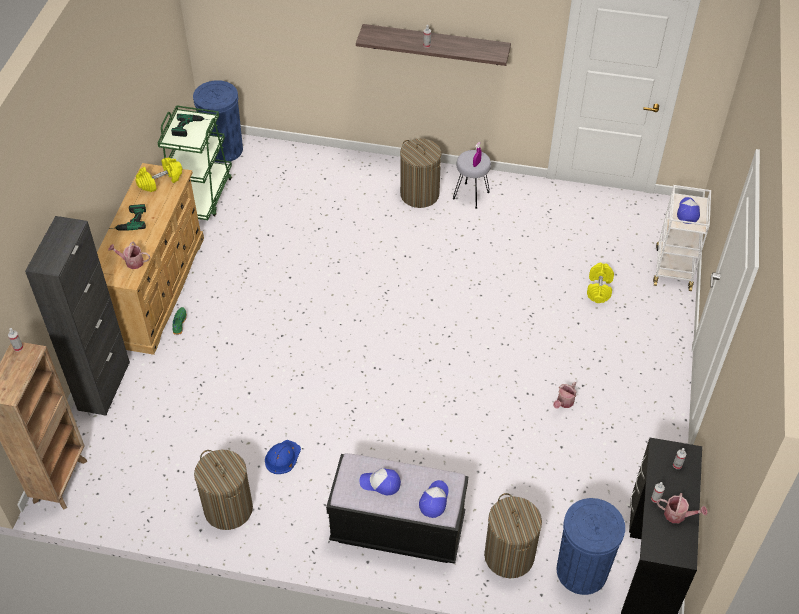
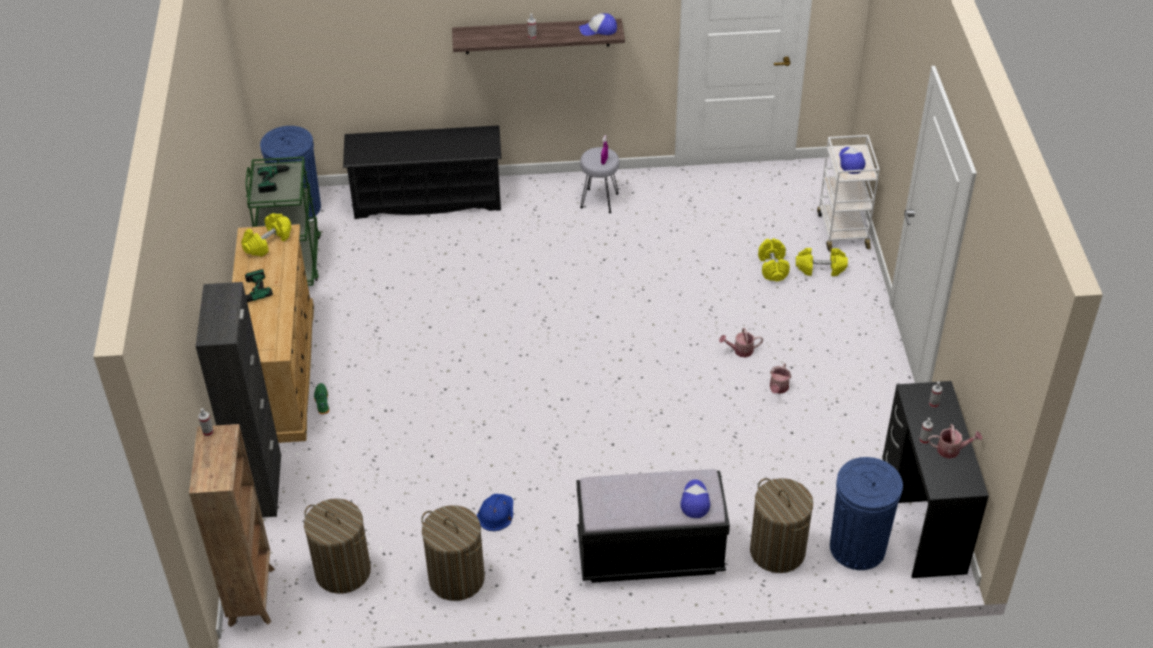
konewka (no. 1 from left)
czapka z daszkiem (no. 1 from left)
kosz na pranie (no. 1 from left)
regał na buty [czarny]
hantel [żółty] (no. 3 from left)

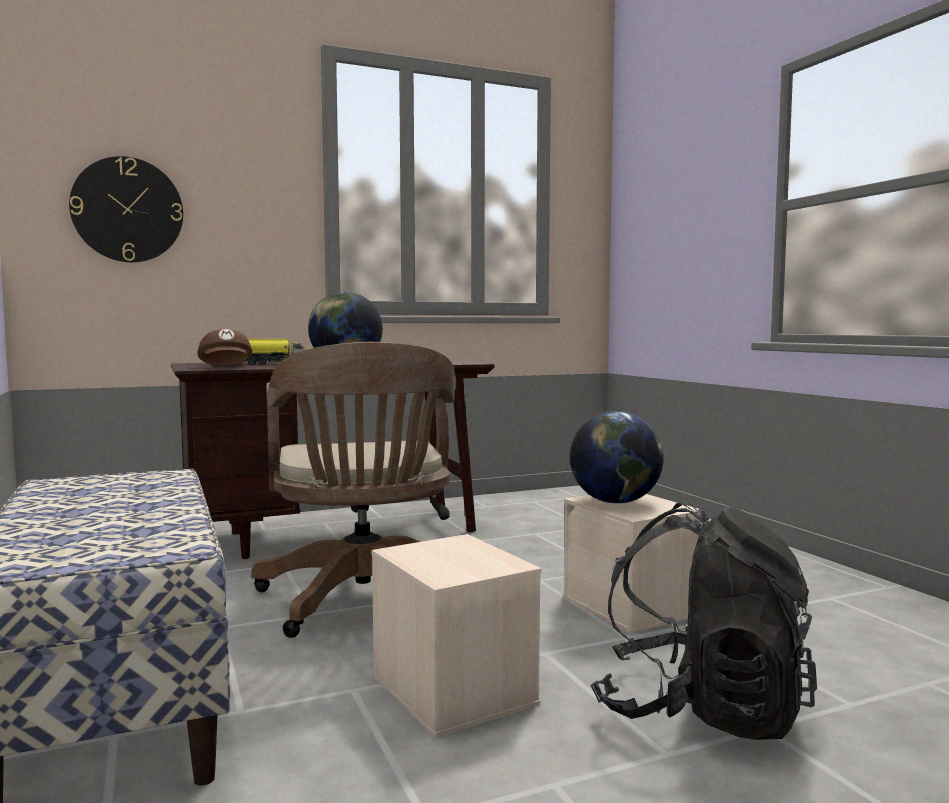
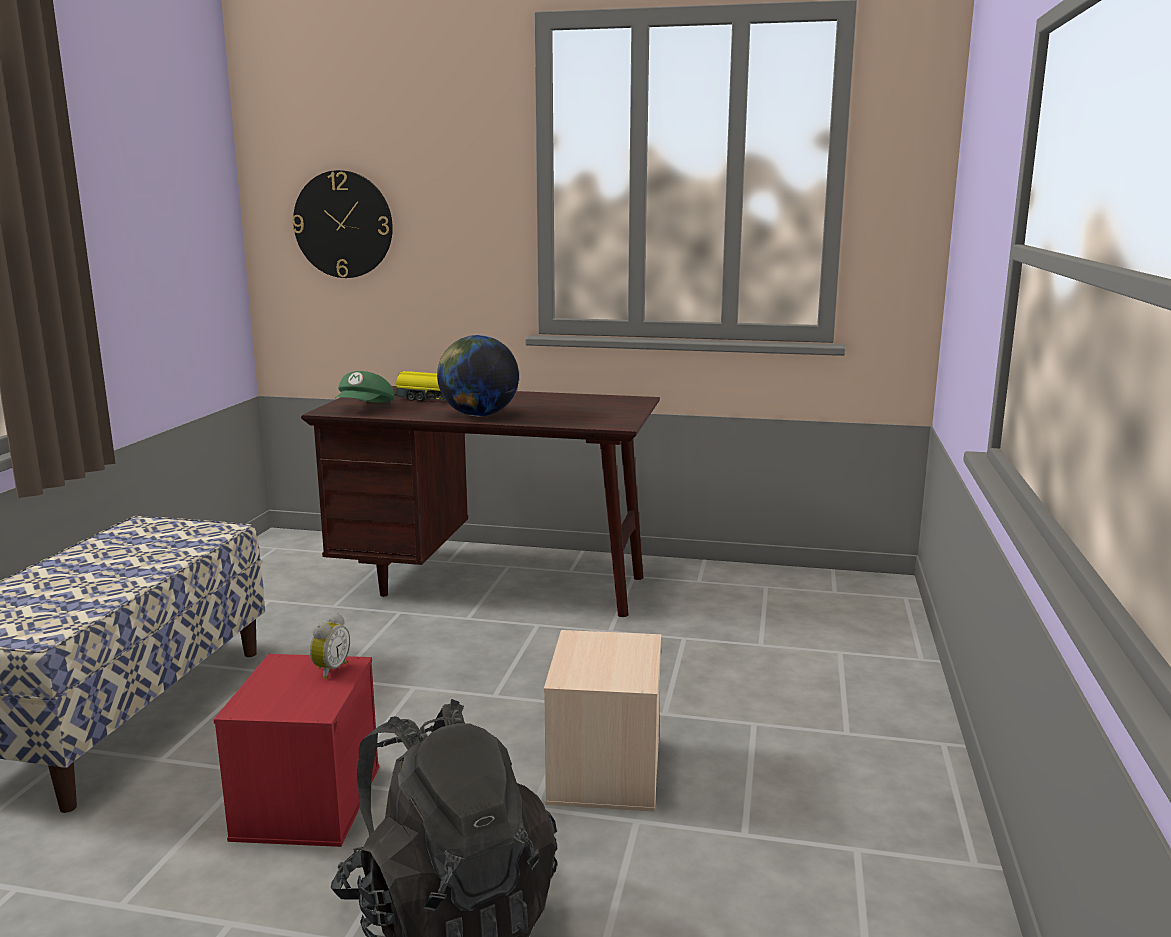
czapka z daszkiem [zielony]
krzesło biurowe [brązowy]
pojemnik do przechowywania [czerwony]
globus (no. 2 from left in the first image)
budzik

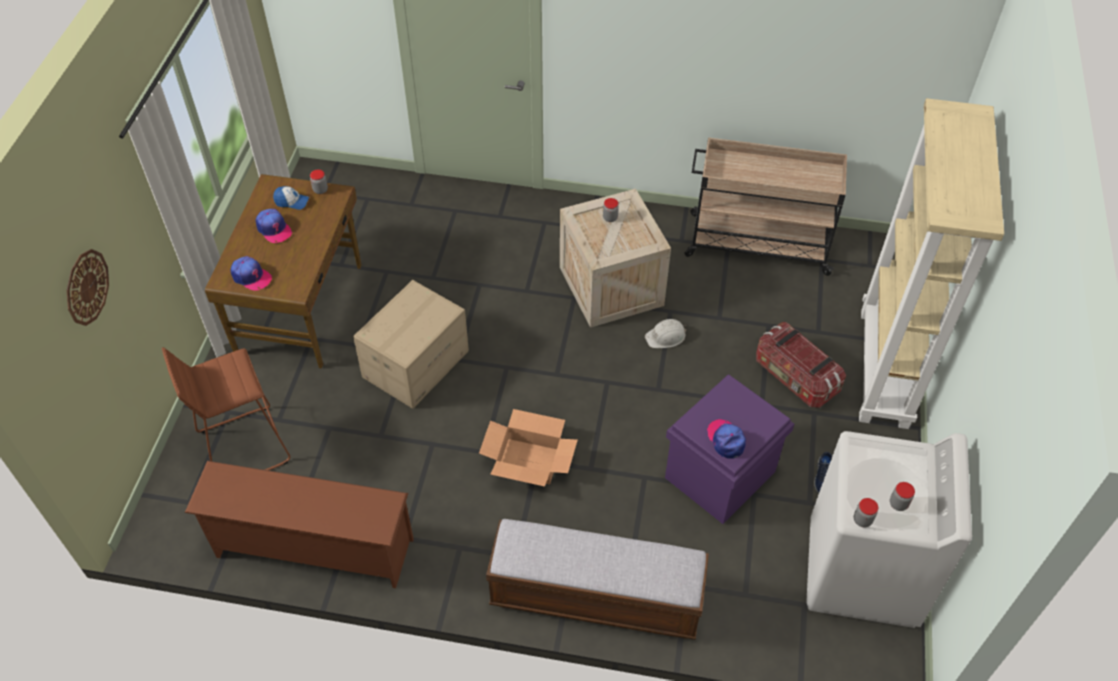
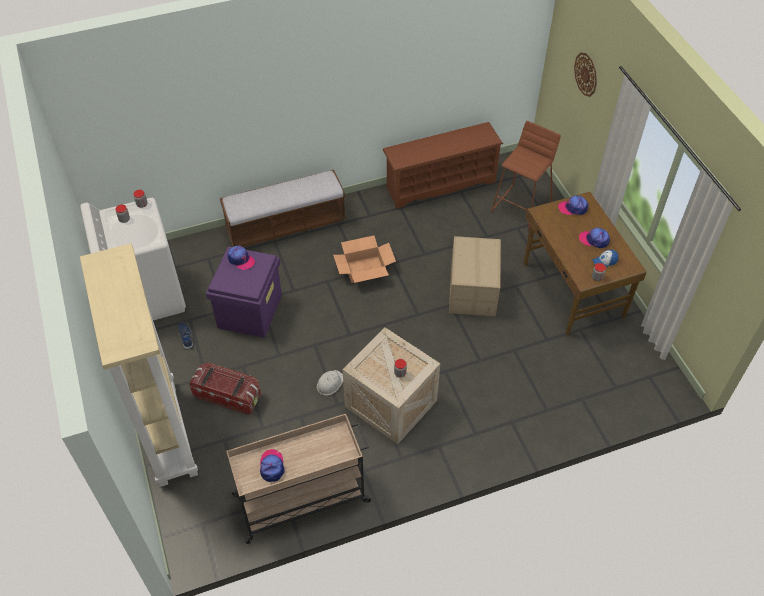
czapka z daszkiem (no. 2 from left)

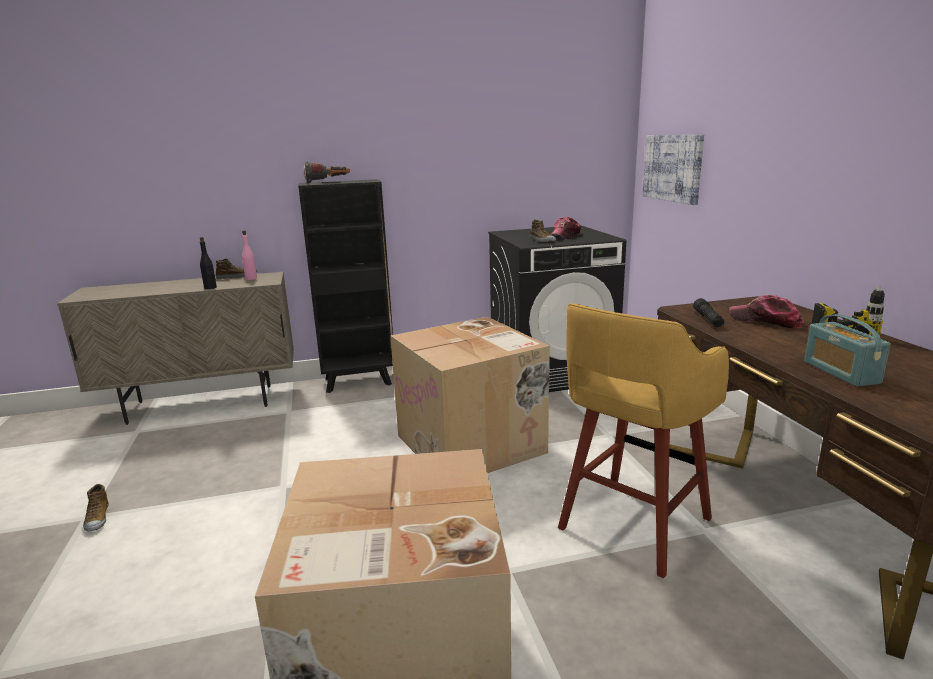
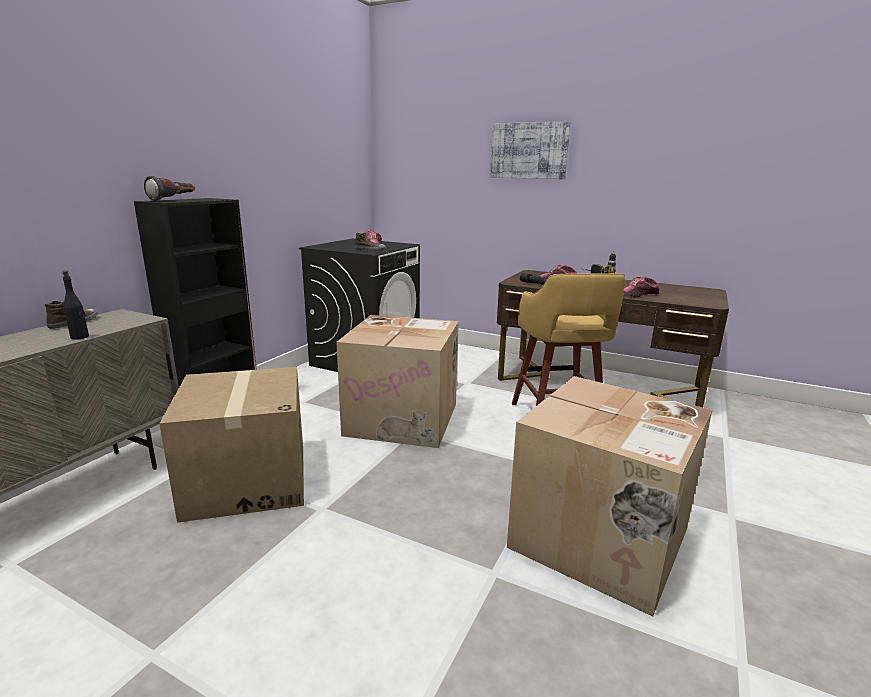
but (no. 1 from left in the first image)
butelka [różowy]
obraz
czapka z daszkiem (no. 3 from left)
karton (no. 1 from left)

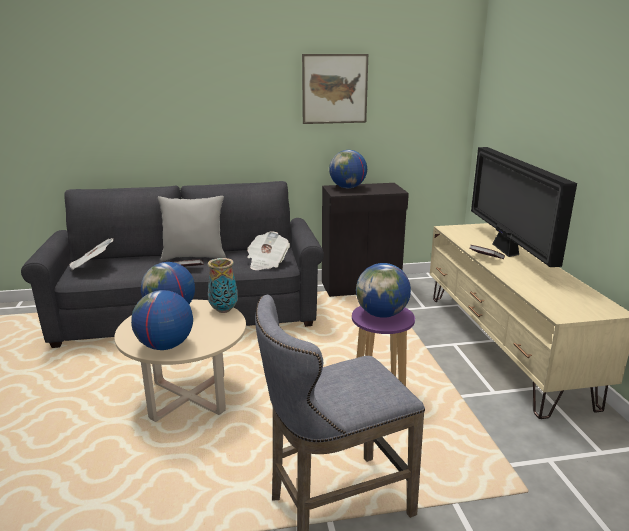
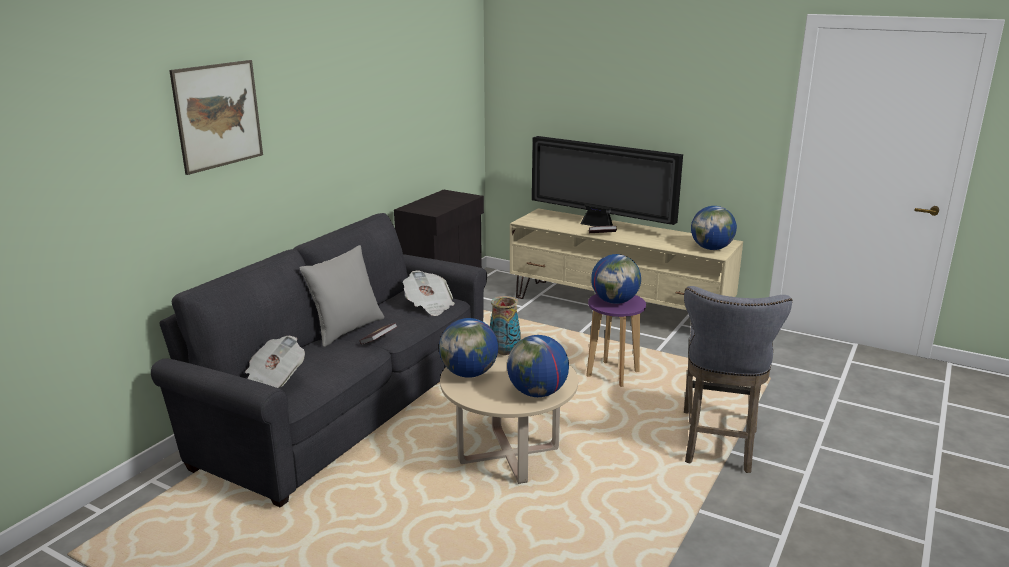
obraz
globus (no. 4 from left)

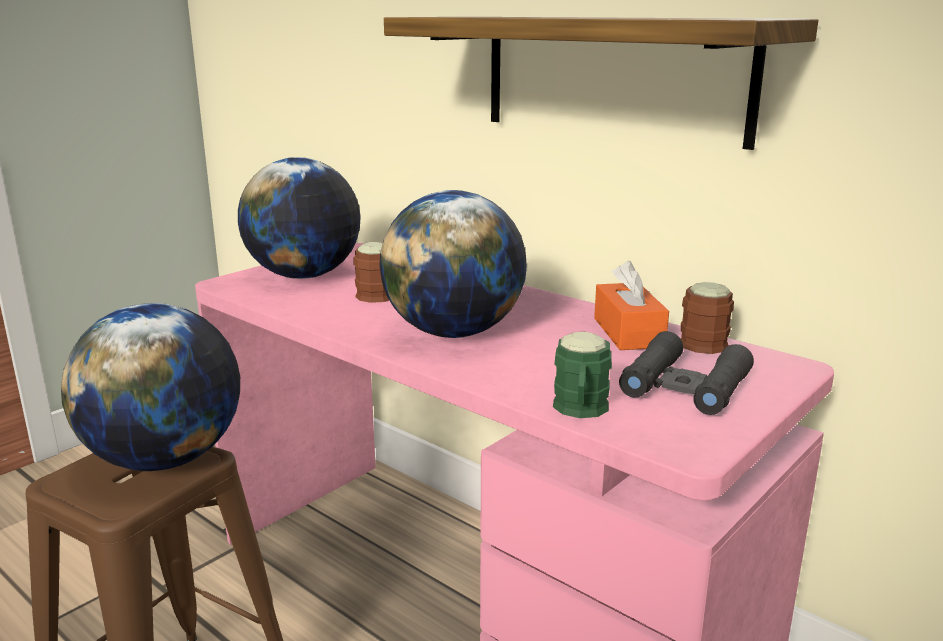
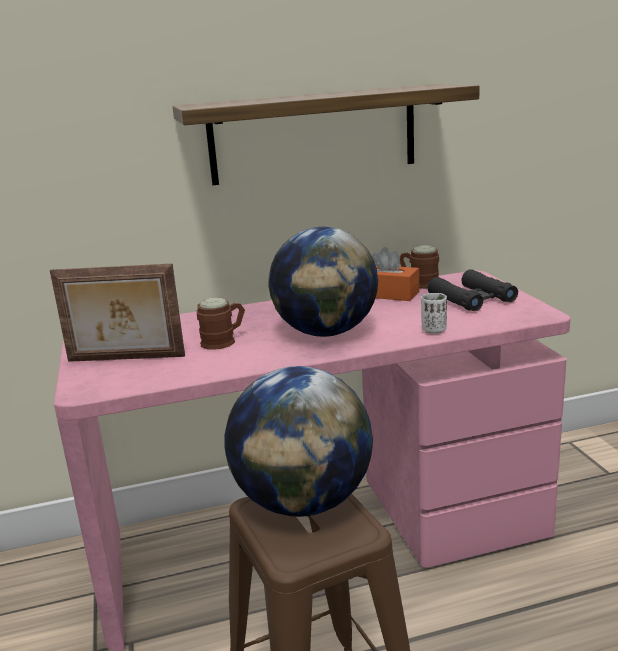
ramka na zdjęcie
kubek [zielony]
filiżanka [biały]

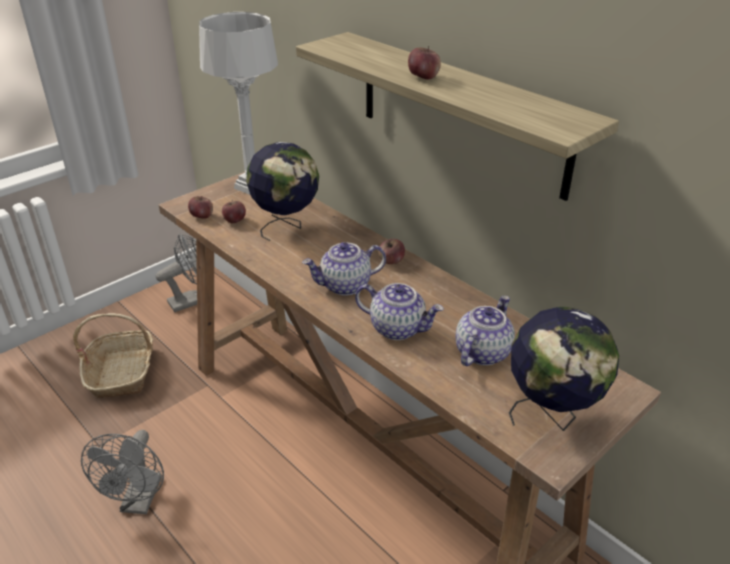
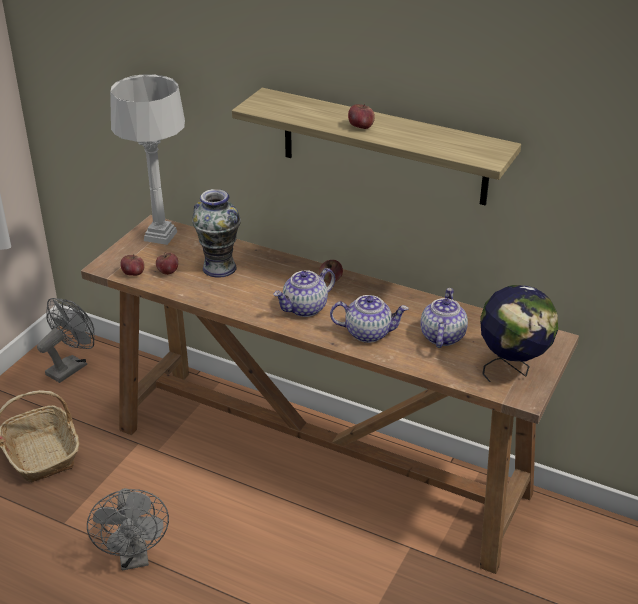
wazon

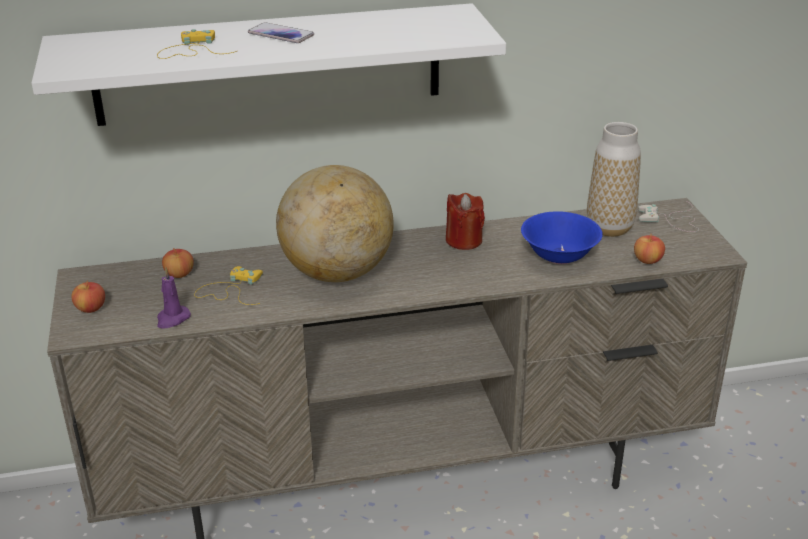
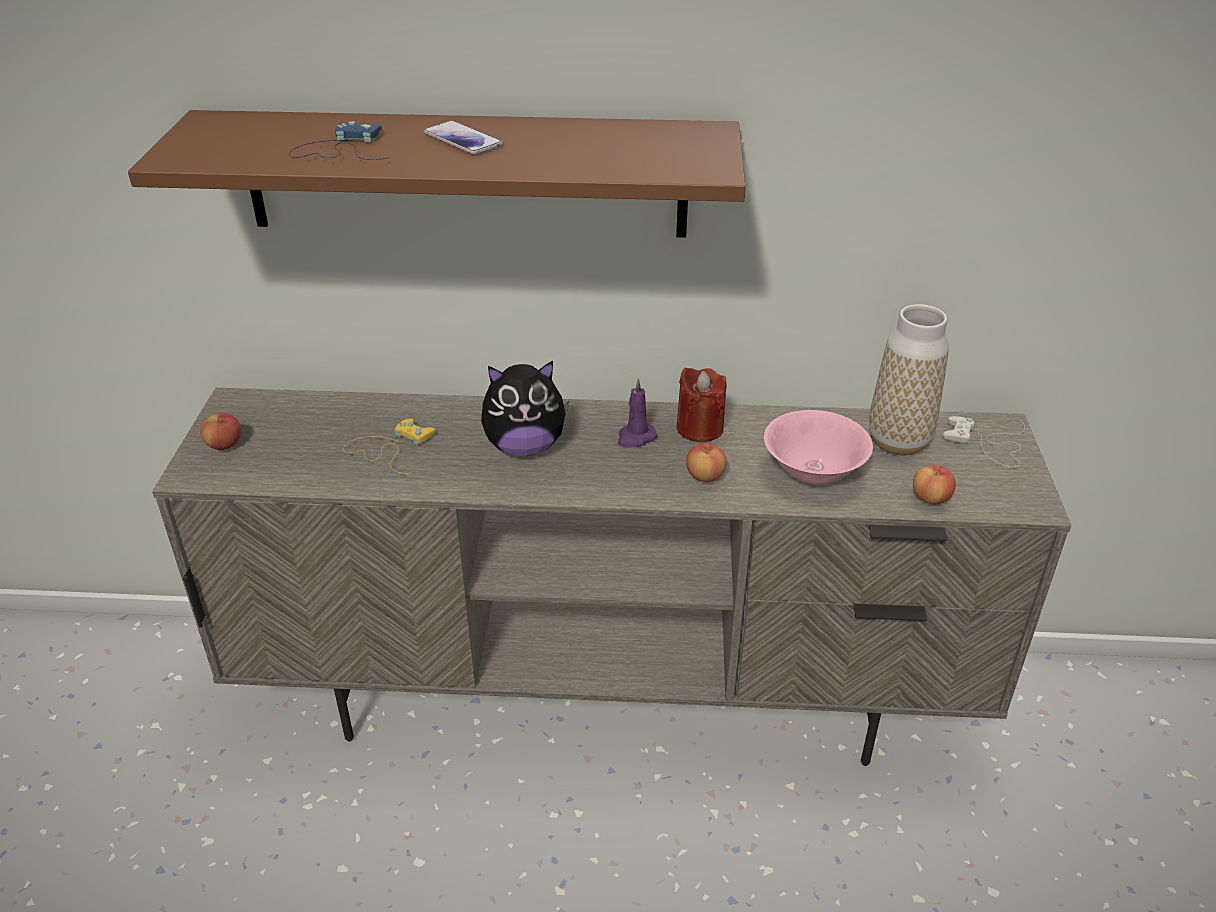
półka [brązowy]
pad do gier [niebieski]
świeca [fioletowy]
jabłko (no. 2 from left)
pluszak
miska [różowy]

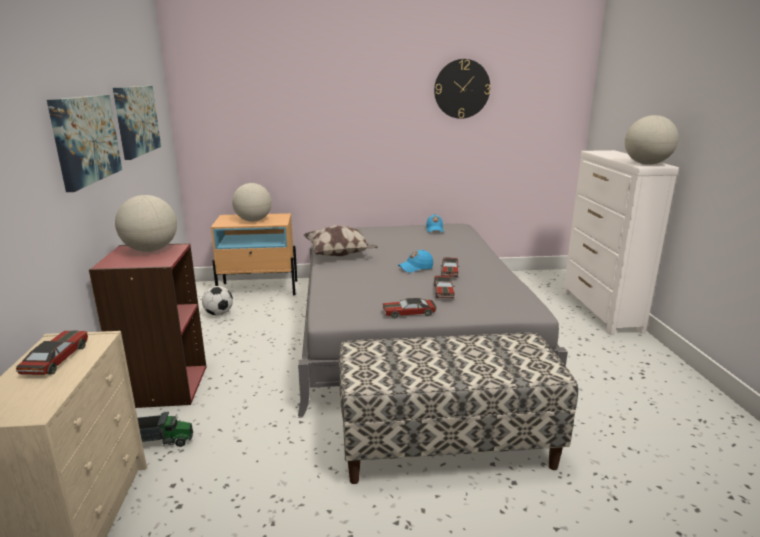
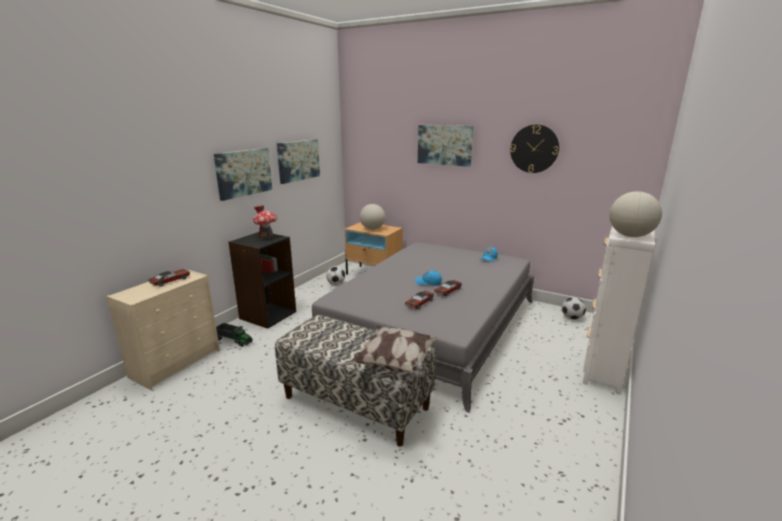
regał [czarny]
domek
poduszka
samochodzik (no. 2 from left in the first image)
obraz (no. 3 from left)
piłka futbolowa (no. 2 from left)

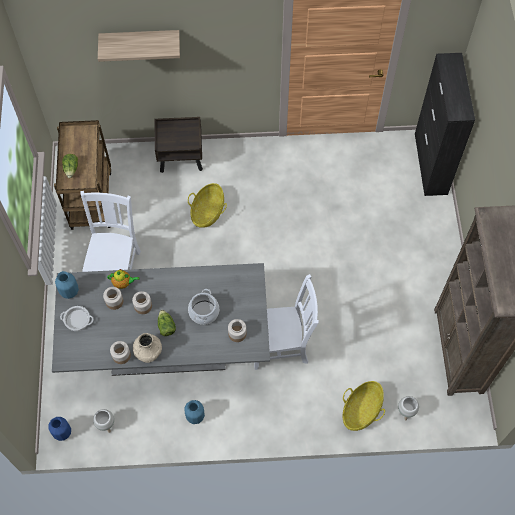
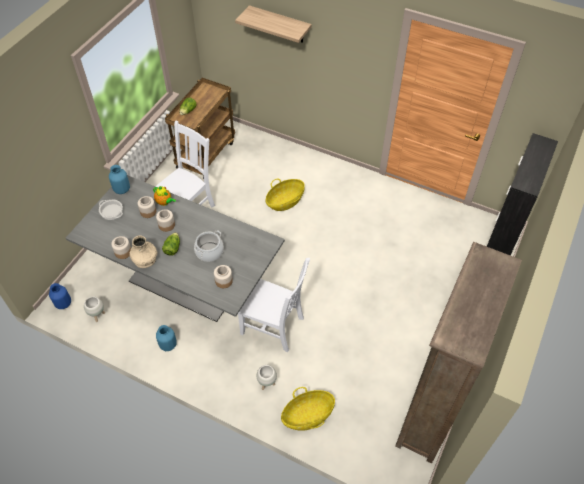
szafka nocna [brązowy]
donica [biały] (no. 2 from left)

